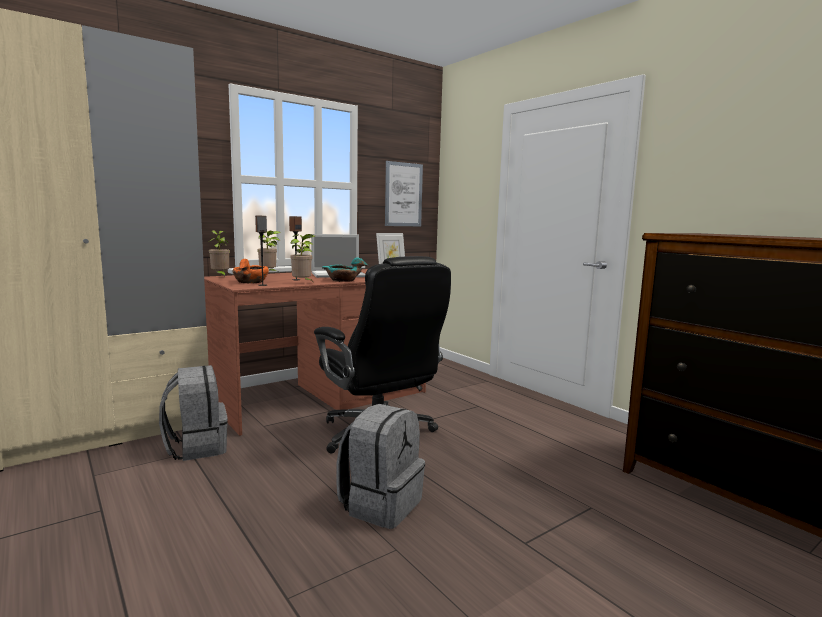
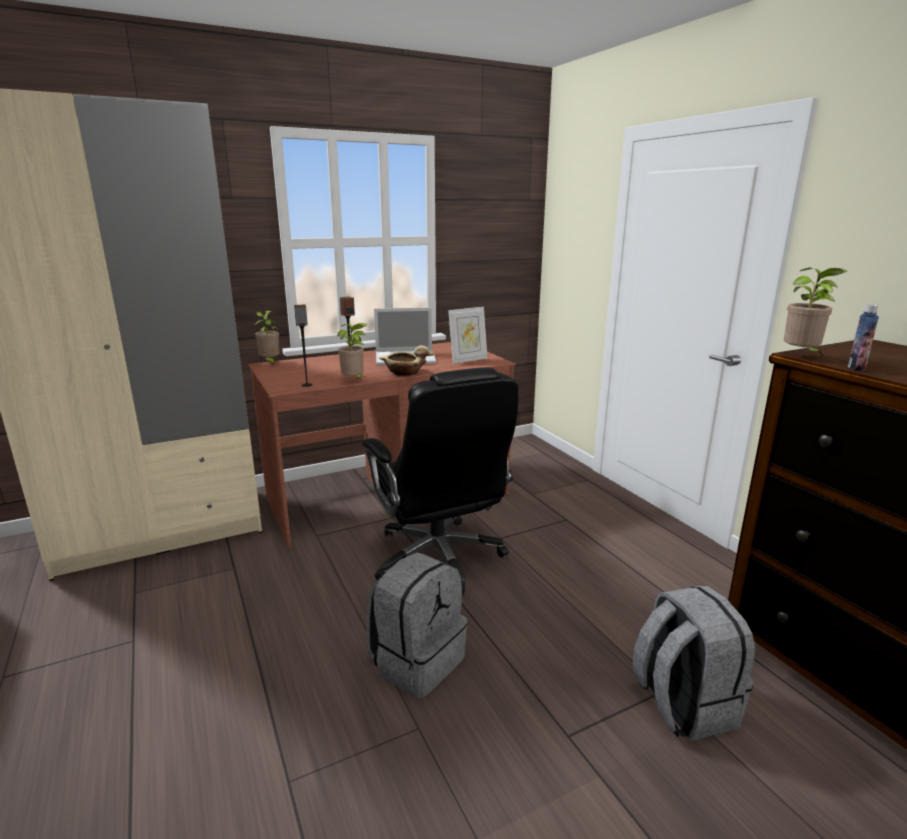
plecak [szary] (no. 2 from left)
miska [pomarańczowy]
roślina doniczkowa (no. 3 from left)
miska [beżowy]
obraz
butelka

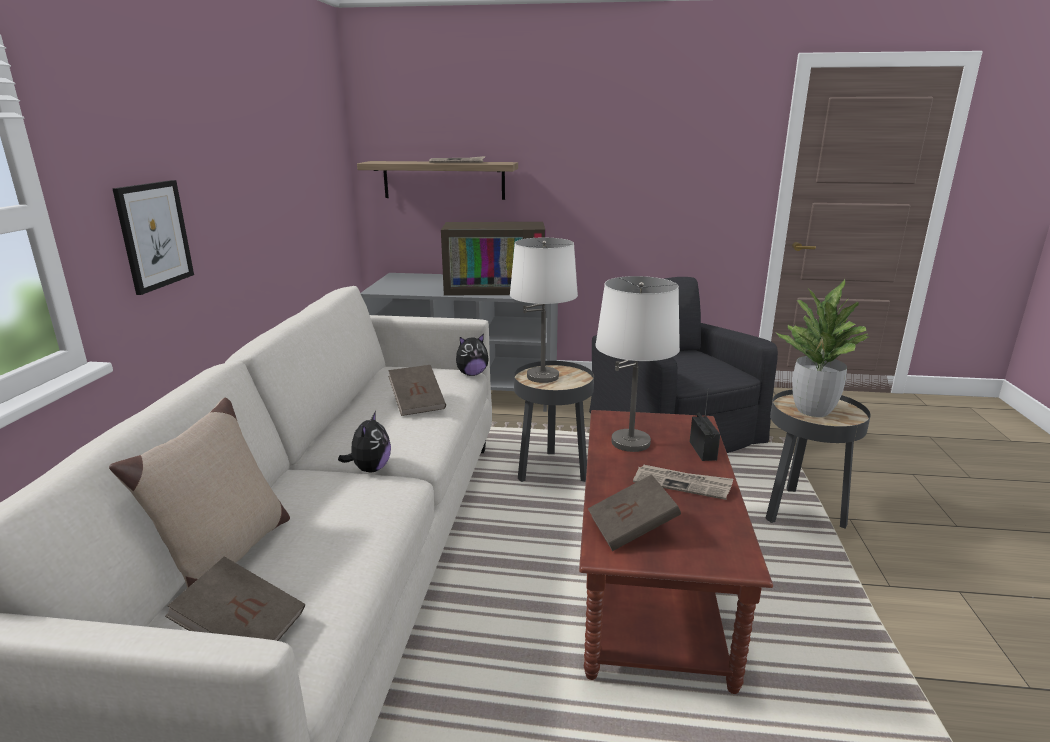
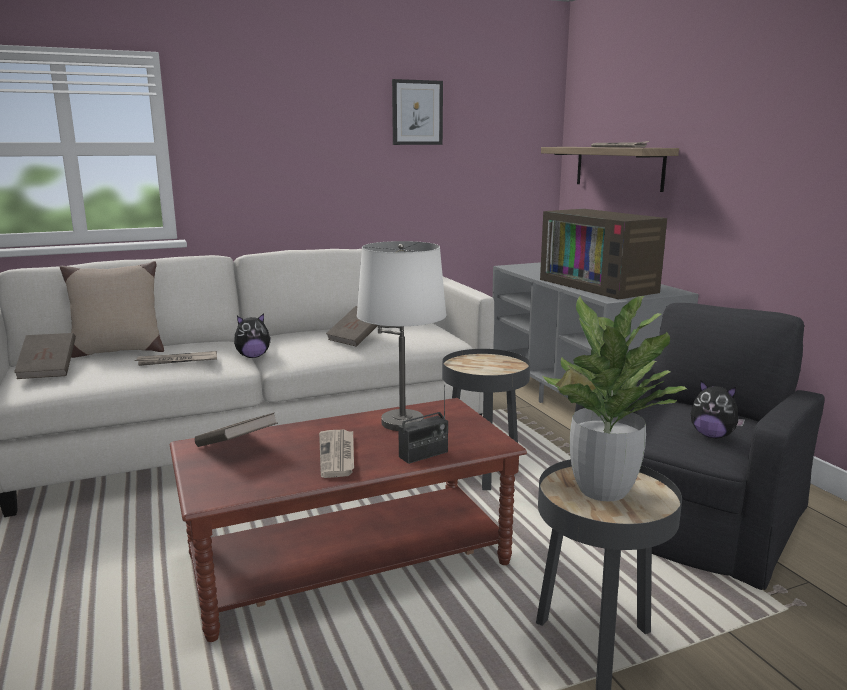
obraz
pluszak (no. 2 from left)
lampa stołowa [biały] (no. 1 from left in the first image)
gazeta (no. 1 from left)

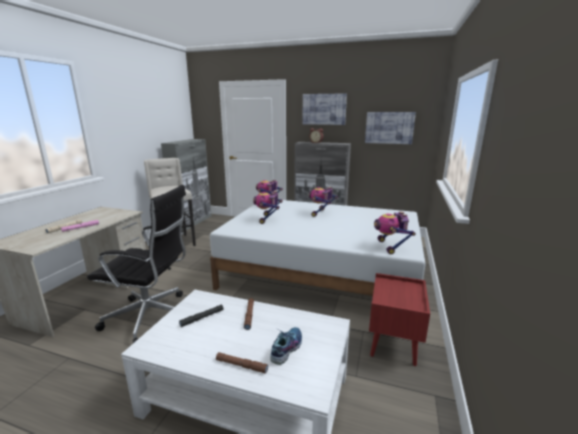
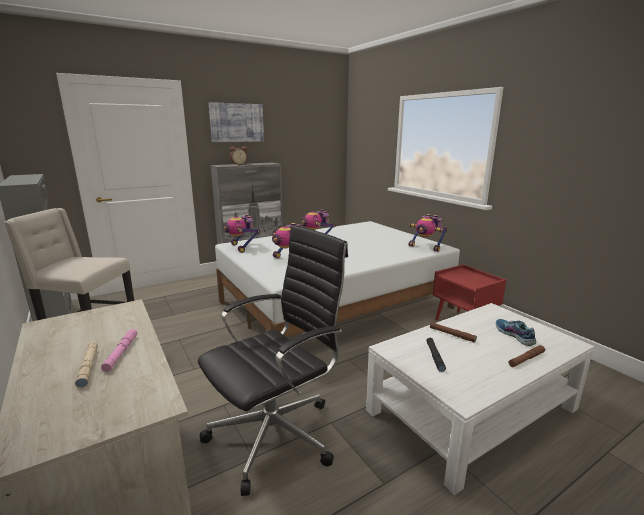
obraz (no. 2 from left in the first image)

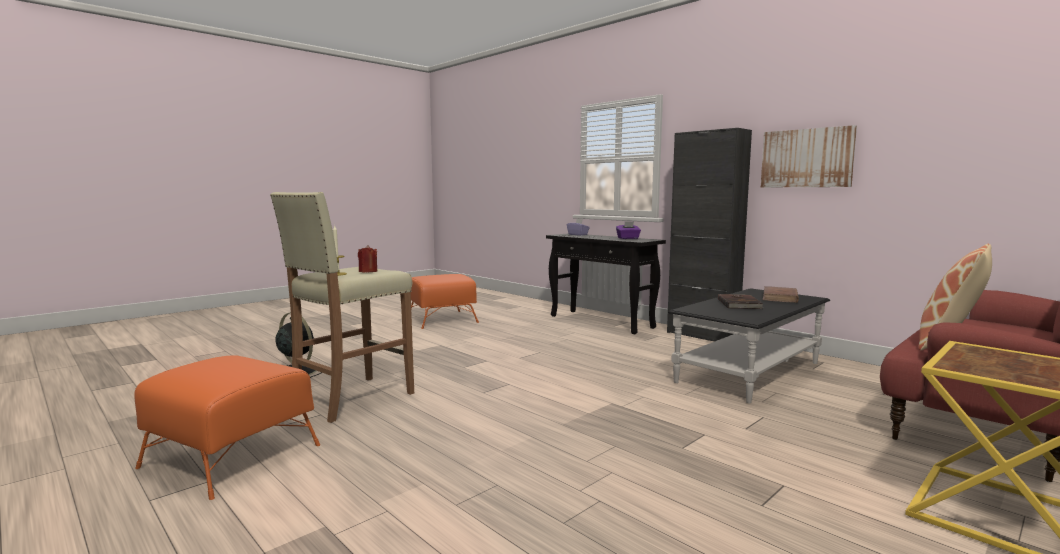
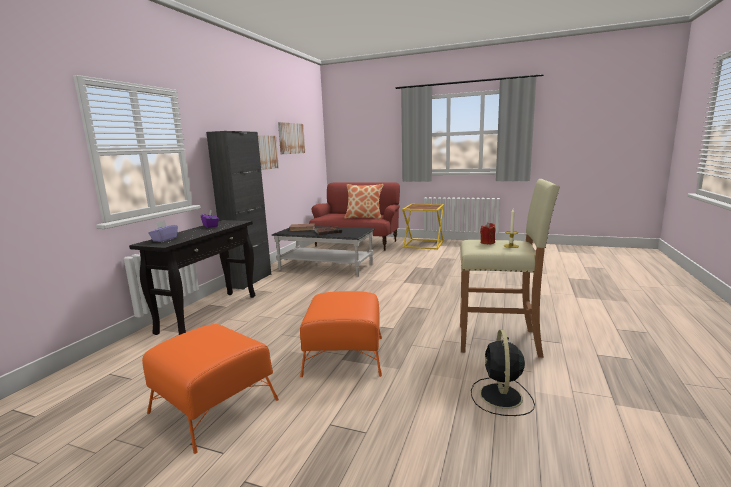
pufa [pomarańczowy] (no. 2 from left)
obraz (no. 2 from left)

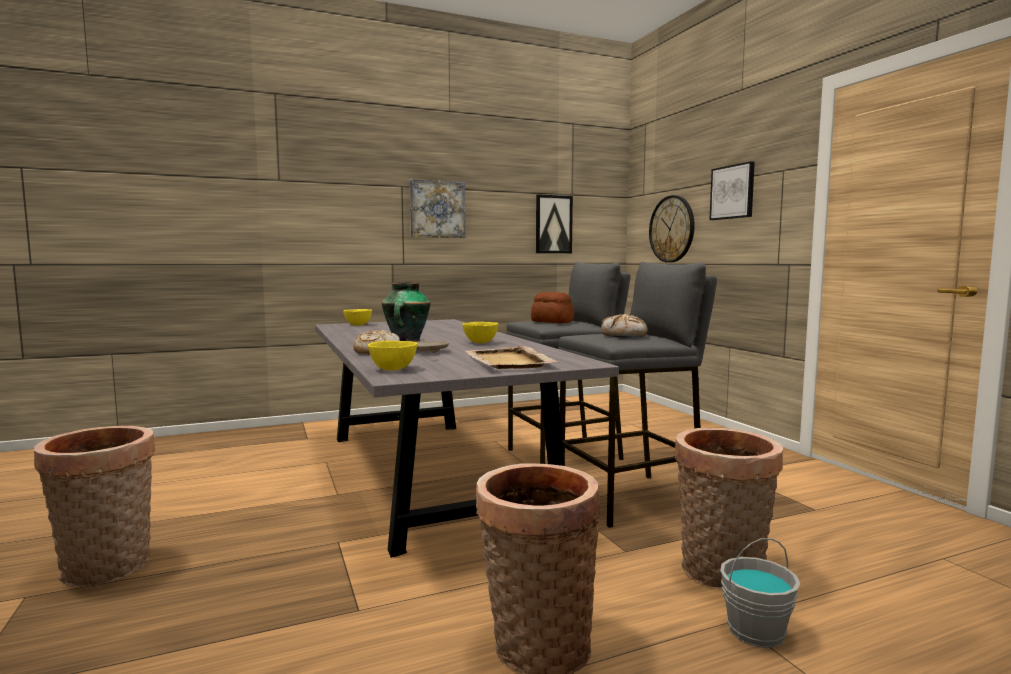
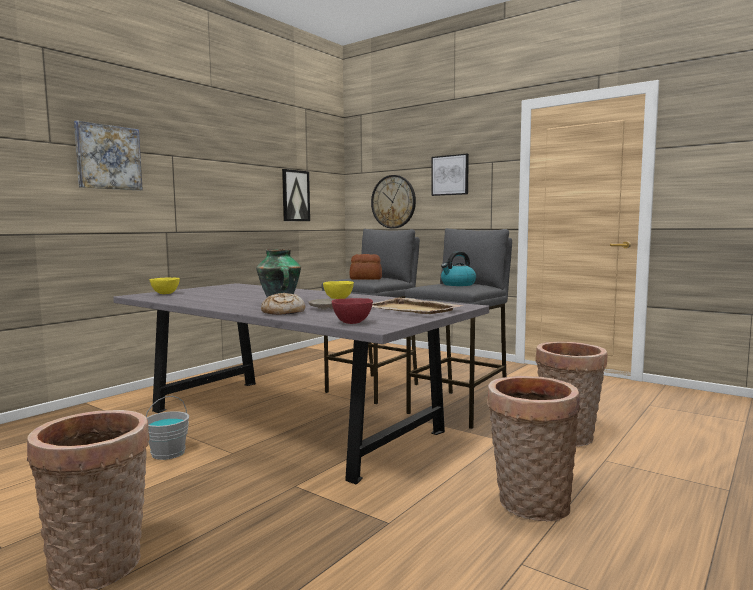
miska [czerwony]
obraz (no. 1 from left)
czajnik
wiadro [szary]

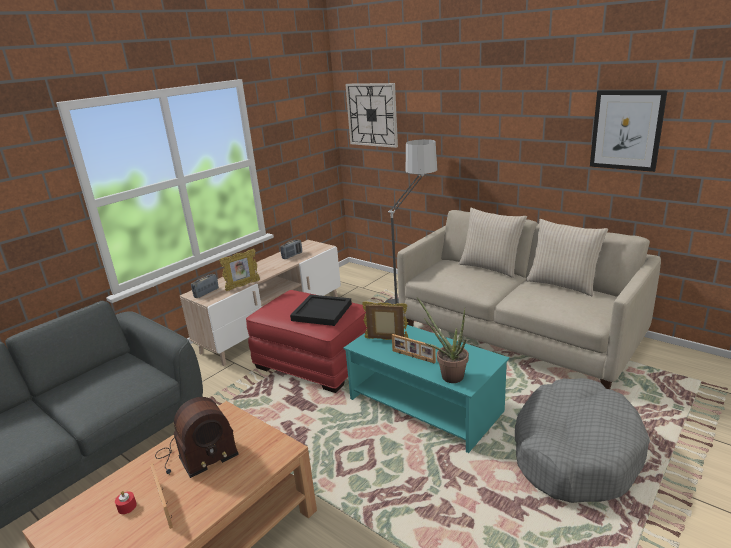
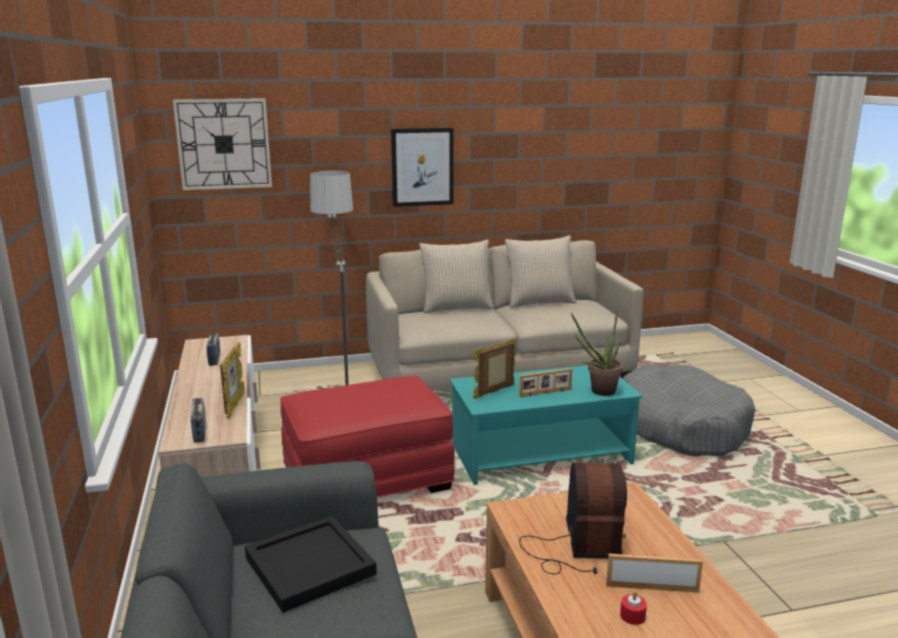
taca [czarny]
obraz

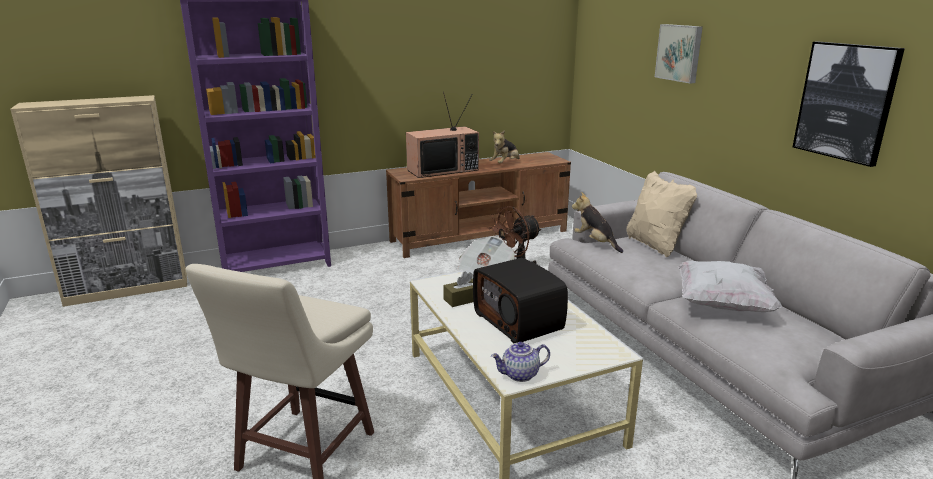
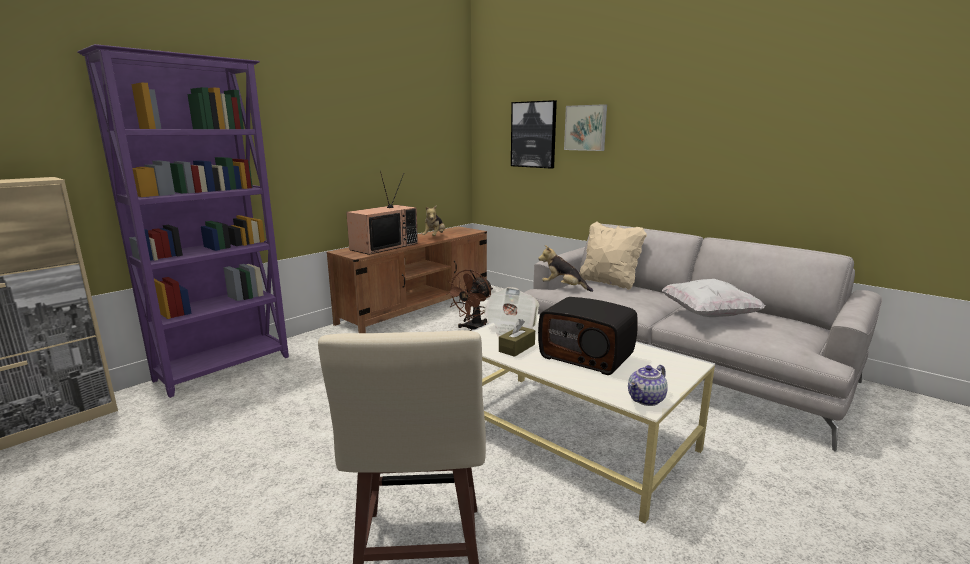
obraz (no. 1 from left)

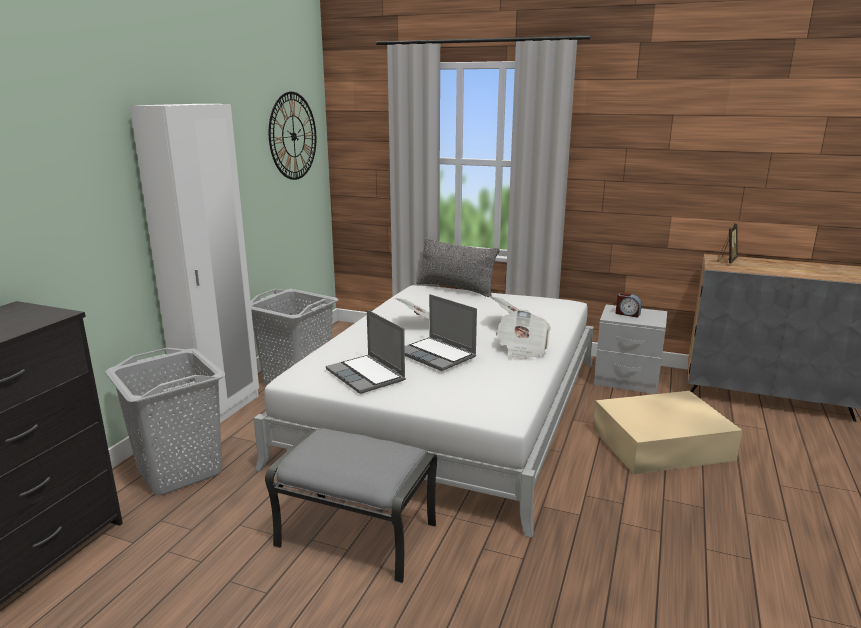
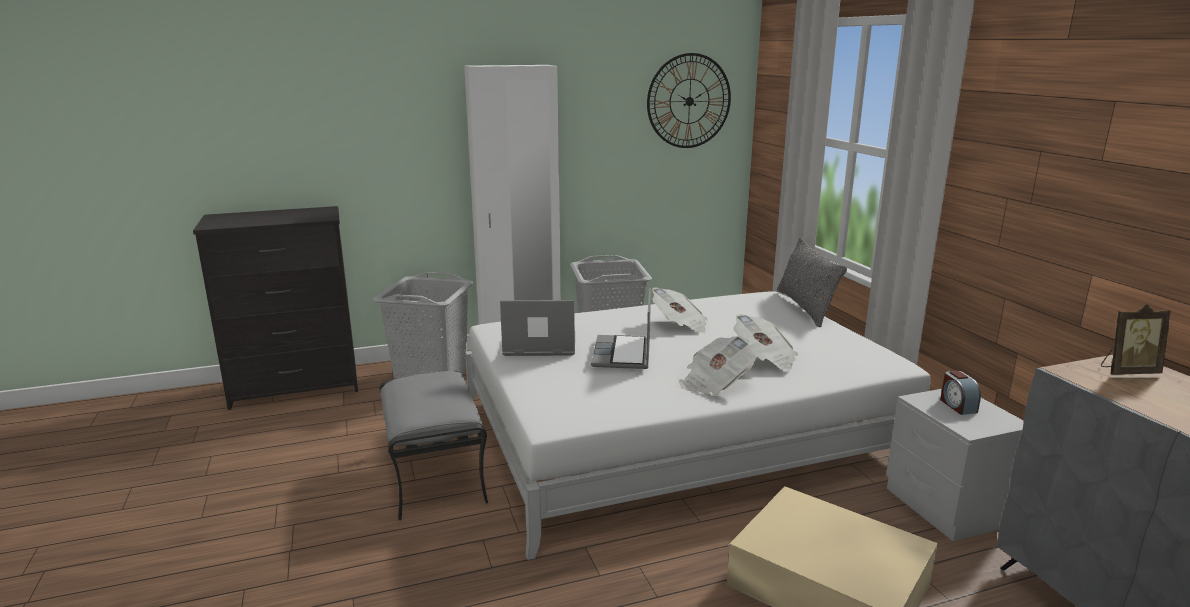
laptop (no. 1 from left)

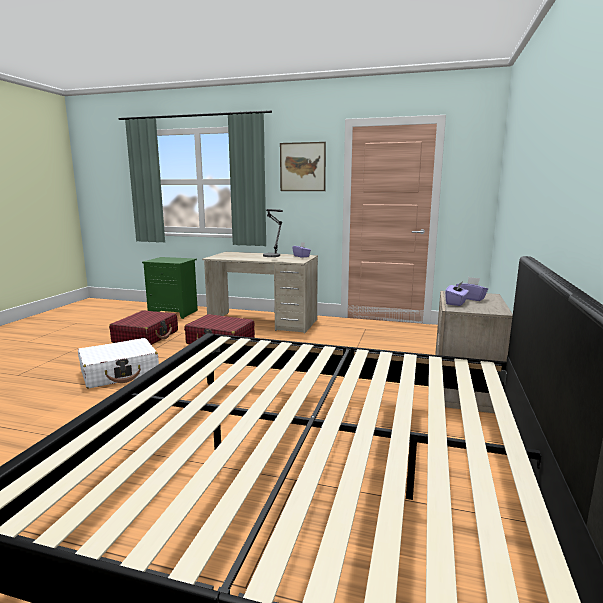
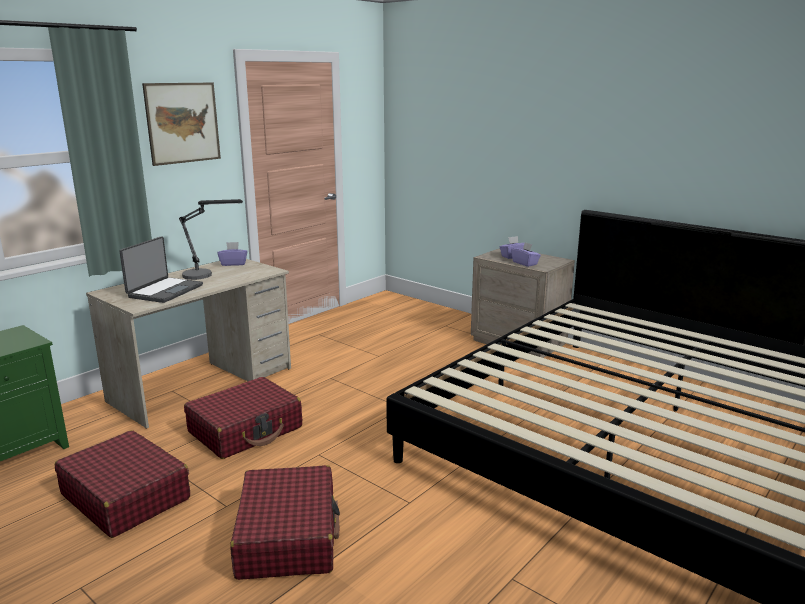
walizka [czerwony] (no. 3 from left)
laptop

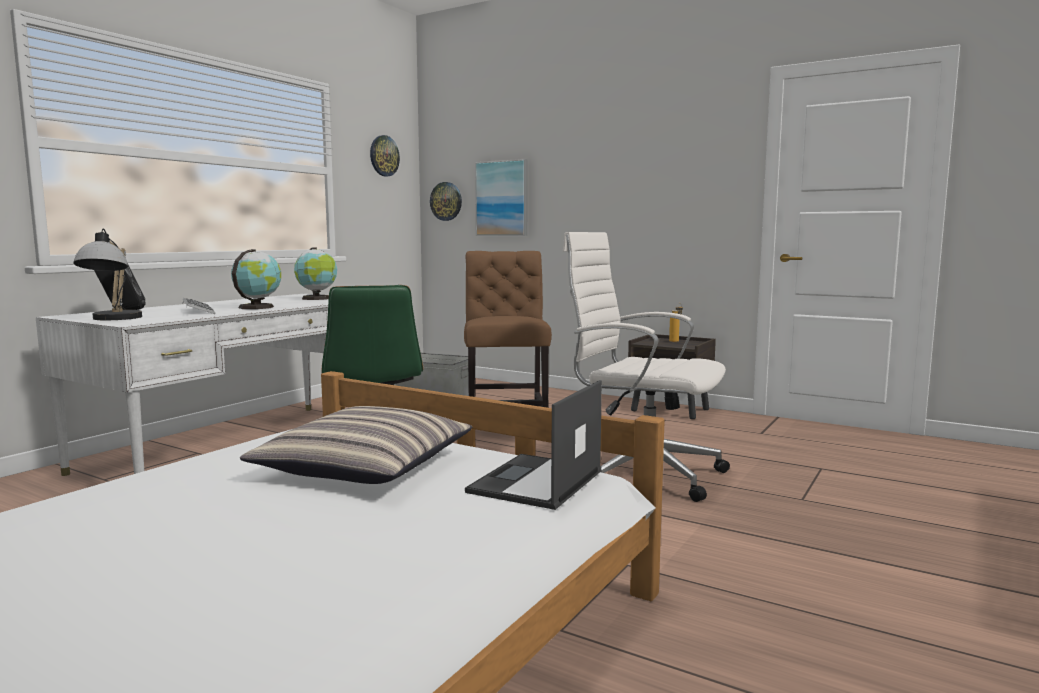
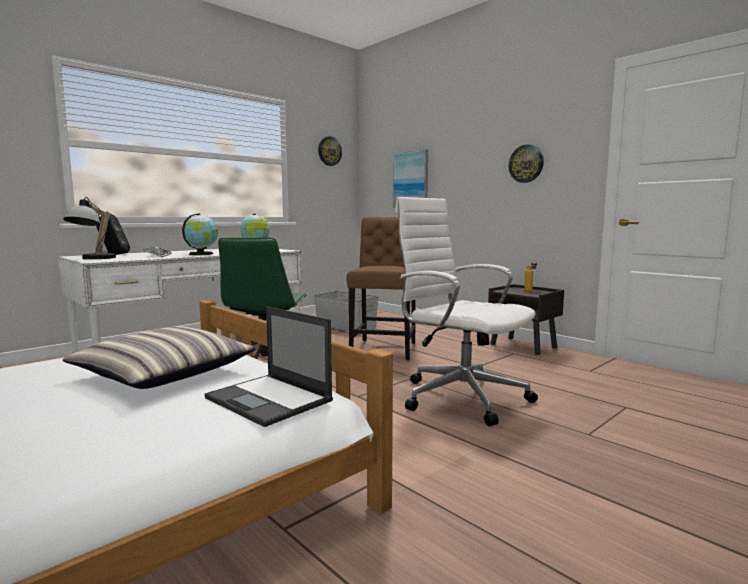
zegar ścienny (no. 2 from left)
laptop

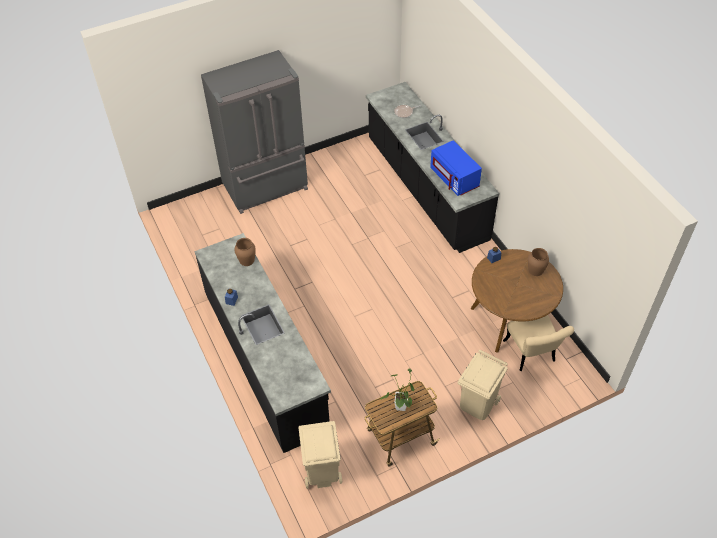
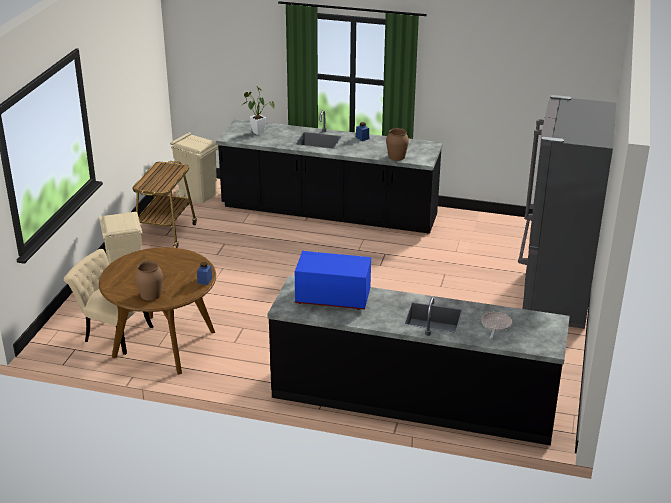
roślina doniczkowa

